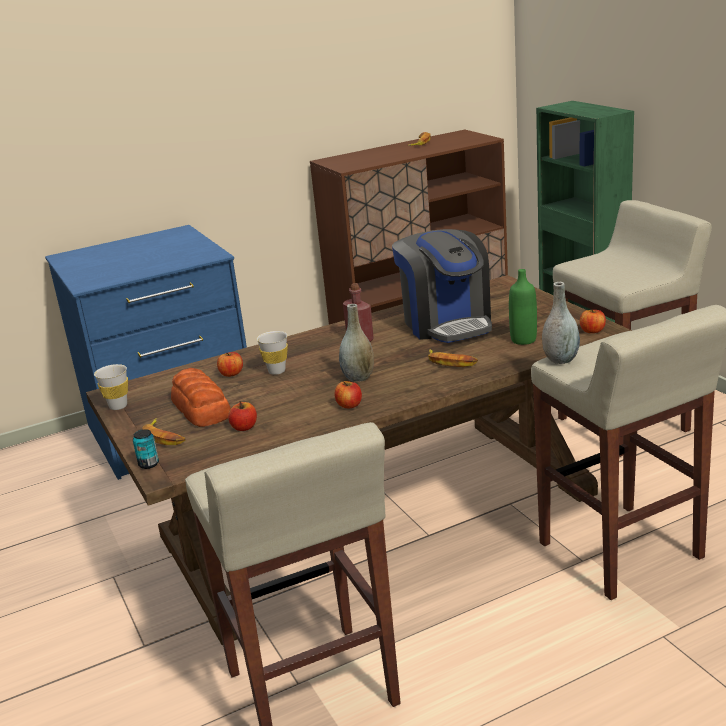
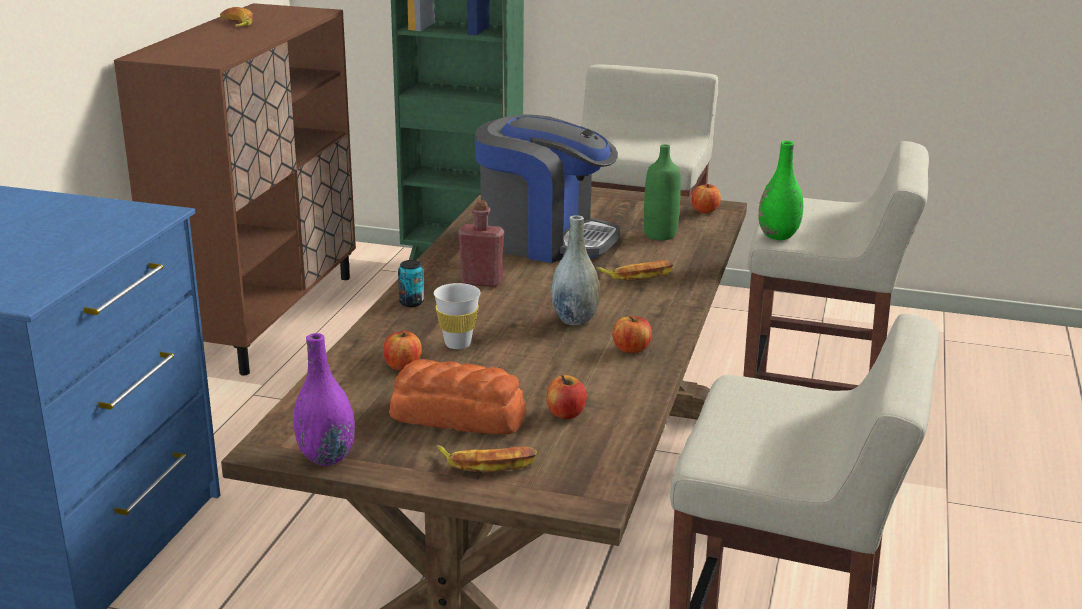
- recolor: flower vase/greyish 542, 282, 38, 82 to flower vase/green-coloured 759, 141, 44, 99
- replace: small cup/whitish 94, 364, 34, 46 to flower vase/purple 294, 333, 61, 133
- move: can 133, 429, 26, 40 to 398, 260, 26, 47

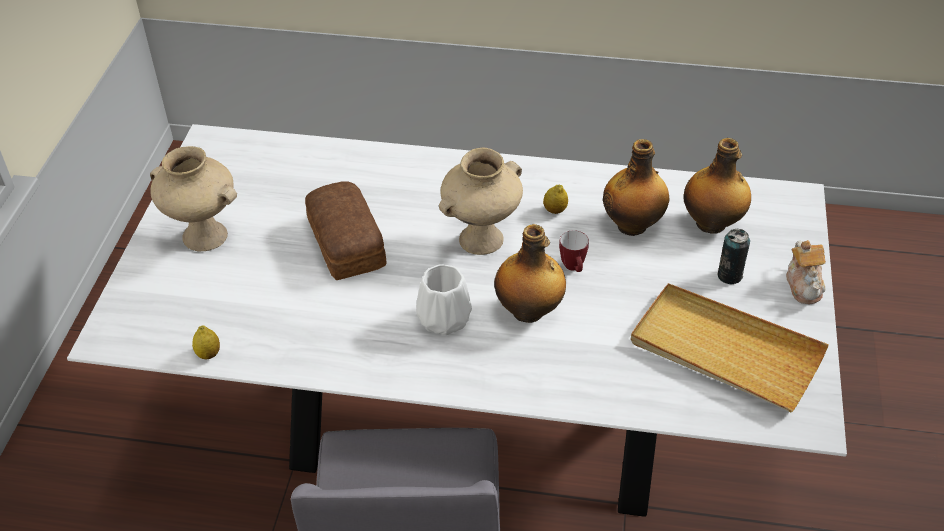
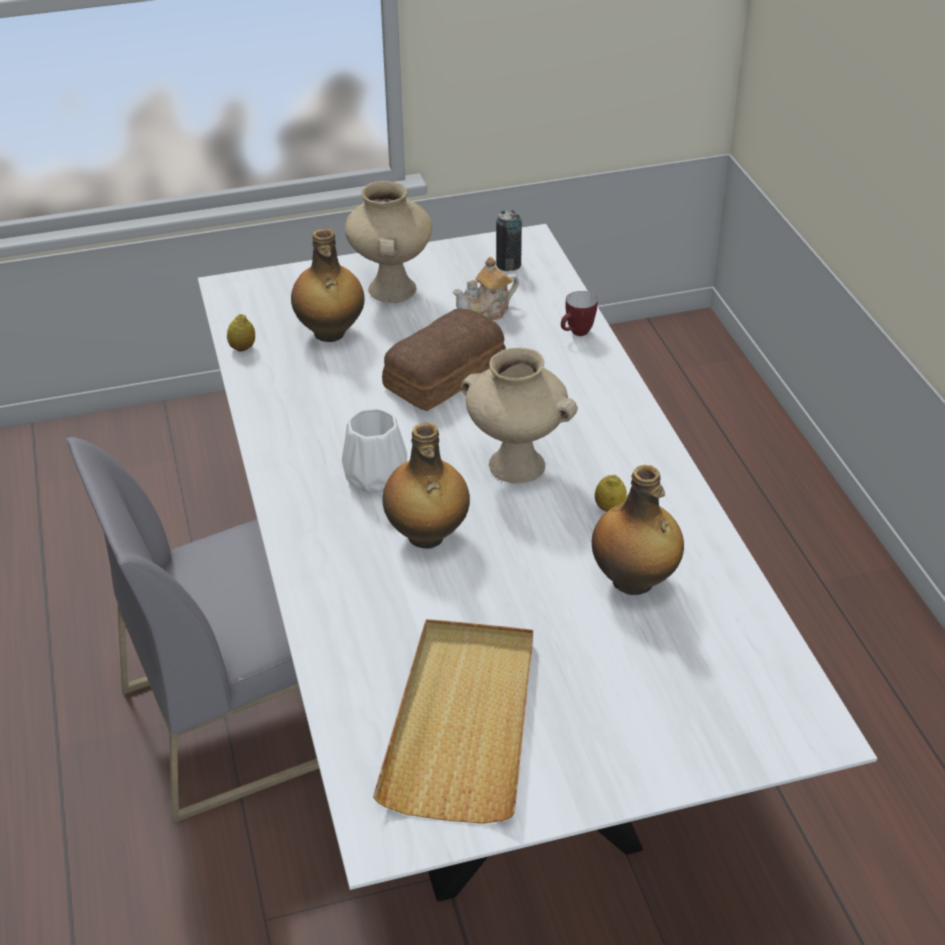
- move: bottle 683, 138, 68, 96 to 291, 229, 74, 113
- move: can 718, 229, 32, 56 to 496, 210, 26, 61
- move: tea mug 559, 230, 30, 42 to 561, 291, 36, 45
- move: pot for tea 786, 240, 40, 64 to 452, 257, 67, 63

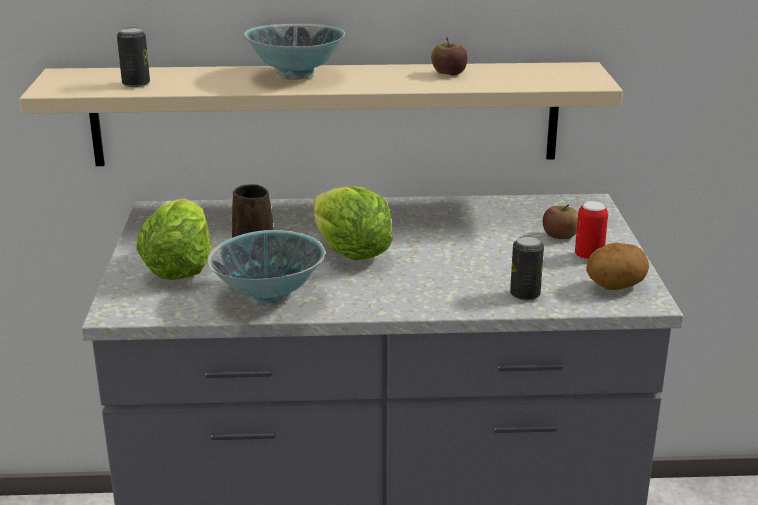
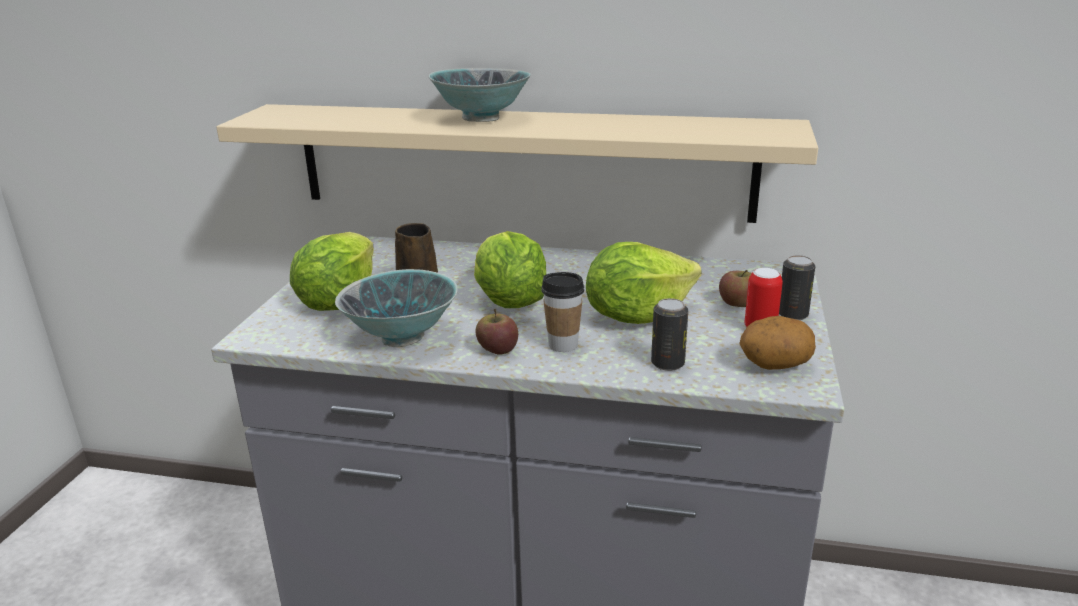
- move: can 117, 27, 33, 60 to 779, 255, 36, 65
- move: whole apple 431, 38, 37, 37 to 475, 309, 43, 46
- insert: head of lettuce 586, 242, 115, 82
- insert: small cup 541, 272, 43, 80

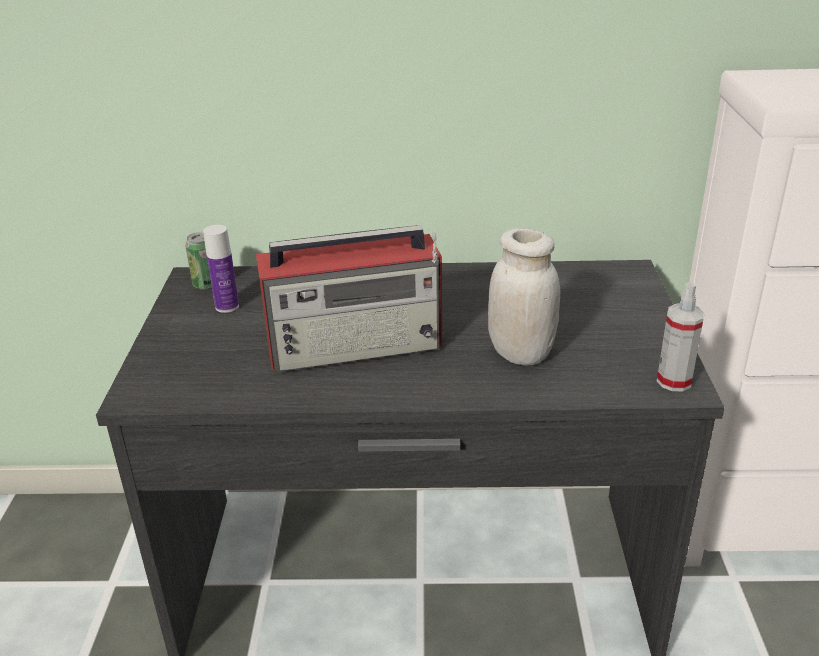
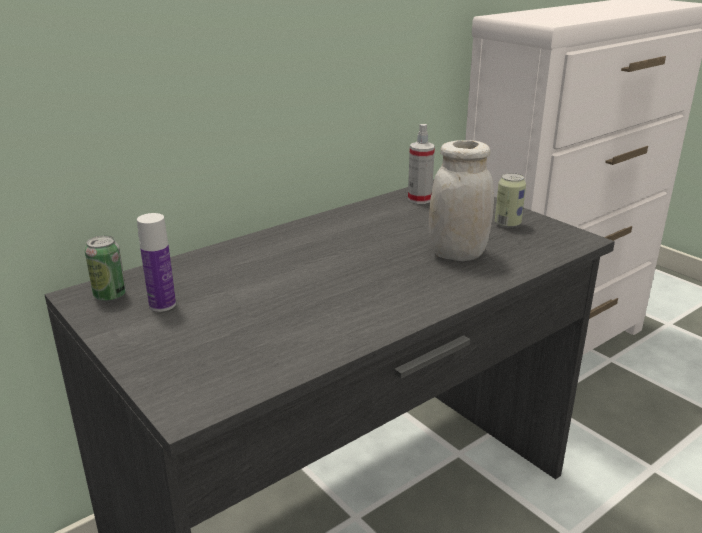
- delete: radio receiver 256, 225, 186, 147
- move: spray bottle 657, 283, 48, 108 to 408, 124, 27, 80
- insert: can 495, 173, 31, 55

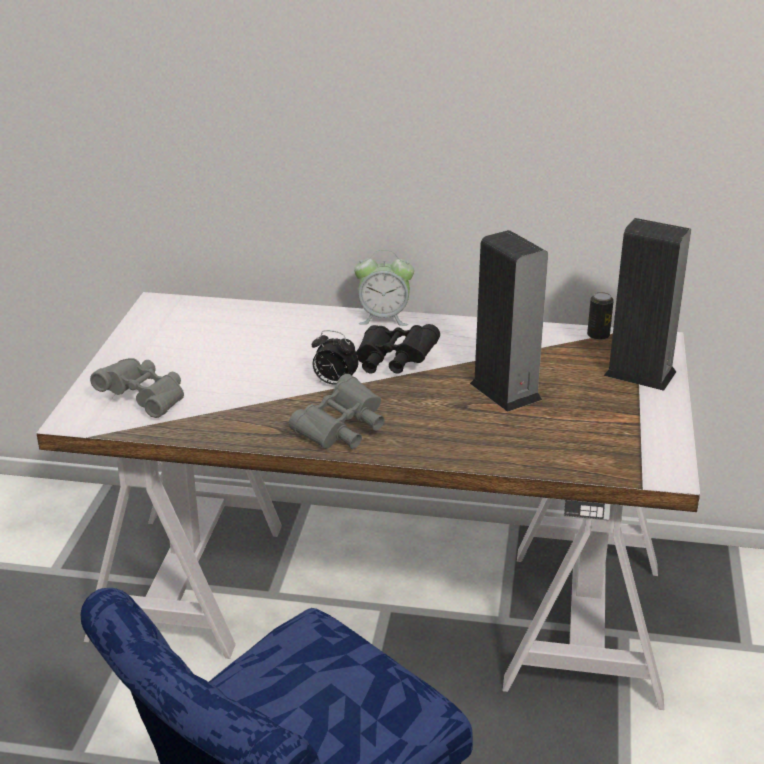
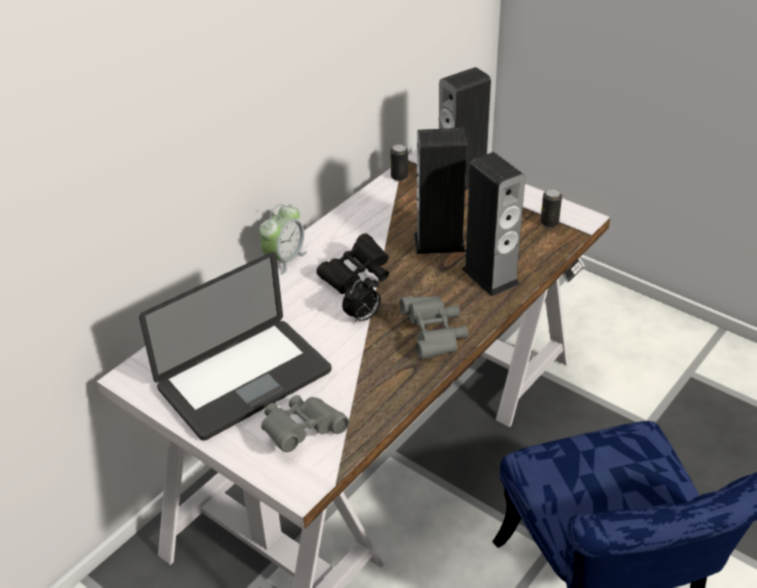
- insert: audio speaker 462, 152, 63, 144
- insert: can 541, 189, 21, 38
- insert: portable computer 139, 252, 192, 189

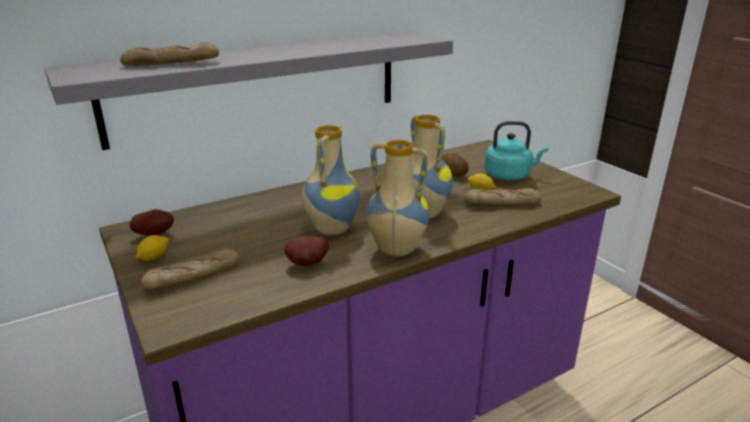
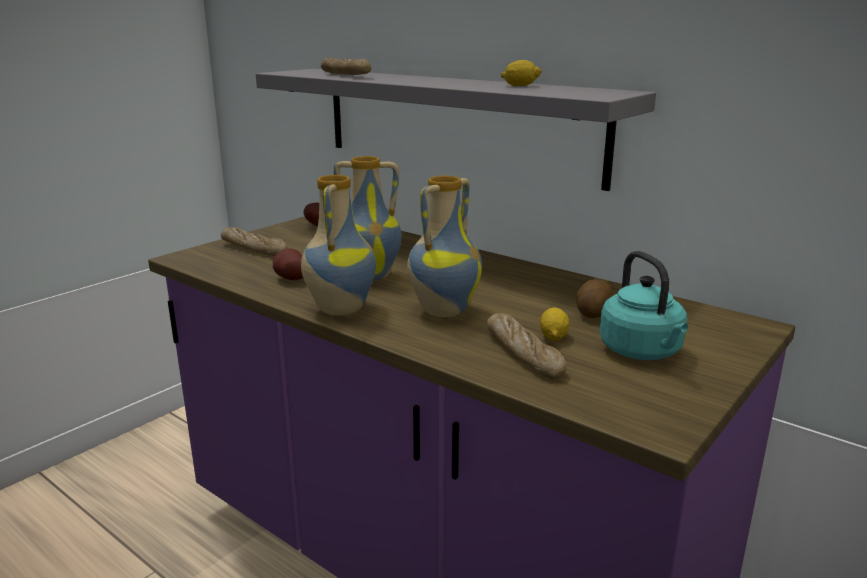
- move: citrus fruit 135, 235, 34, 26 to 500, 60, 42, 26

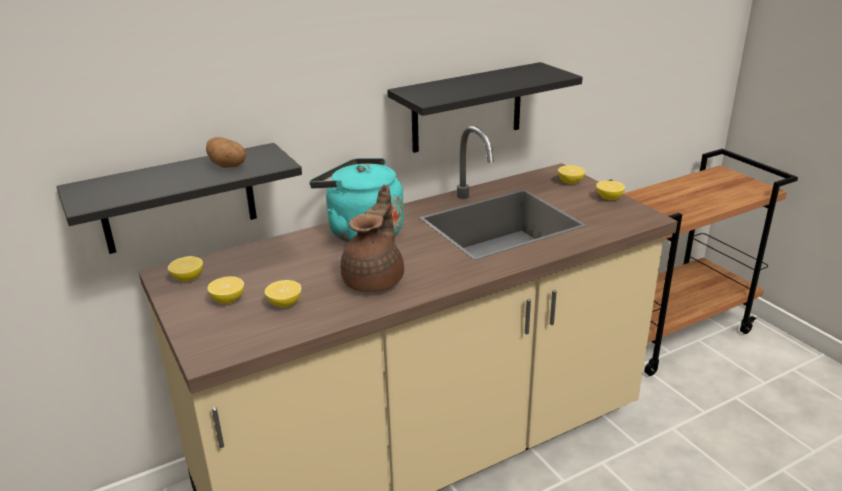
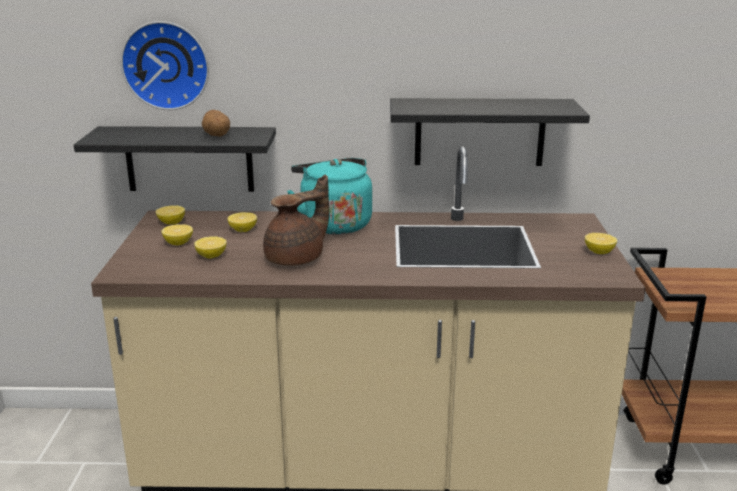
- move: citrus fruit 558, 165, 27, 19 to 227, 212, 30, 20
- insert: clock on the wall 121, 21, 88, 89

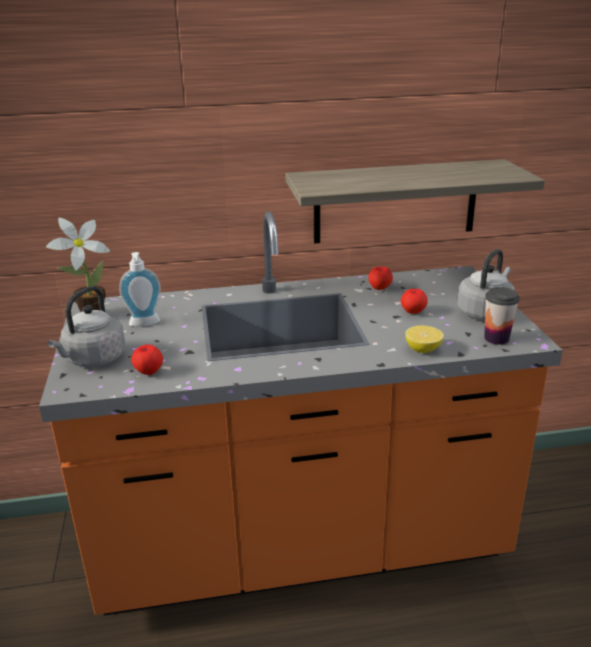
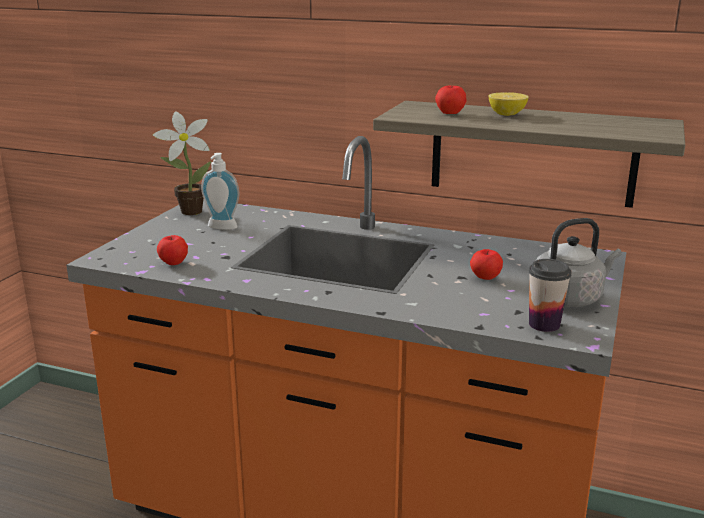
- move: whole apple 368, 266, 25, 24 to 435, 85, 31, 29
- delete: kettle/greyish 47, 286, 79, 81
- move: citrus fruit 405, 325, 39, 28 to 489, 92, 40, 24

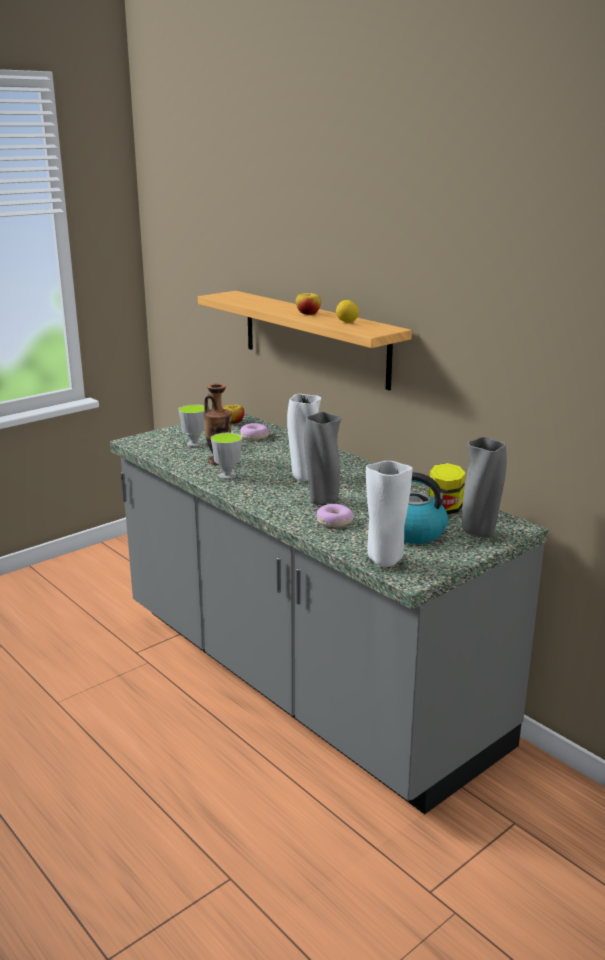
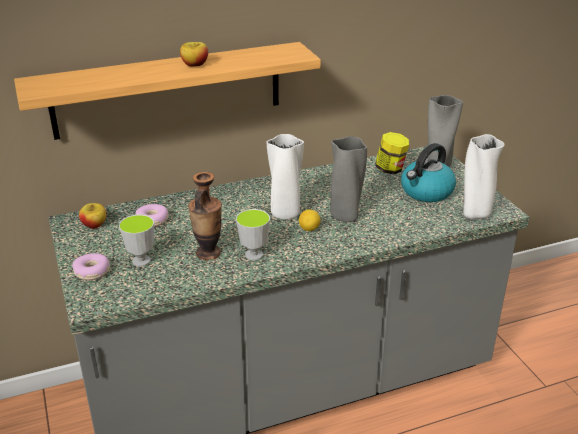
- move: citrus fruit 336, 300, 23, 22 to 299, 209, 22, 22
- move: donut 317, 504, 37, 23 to 72, 253, 38, 27

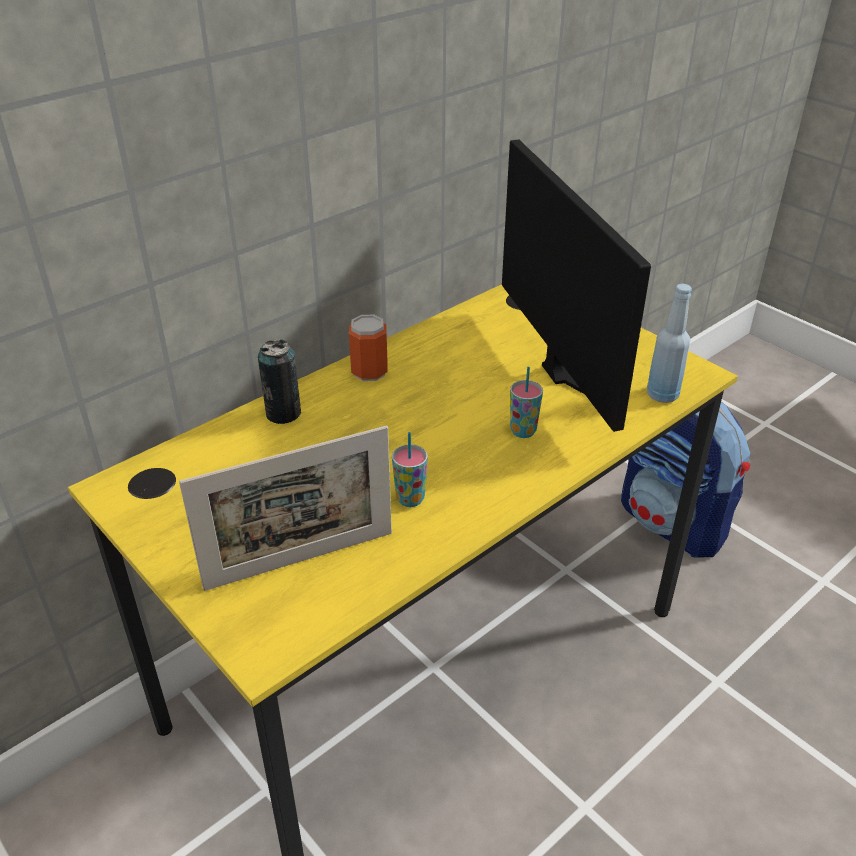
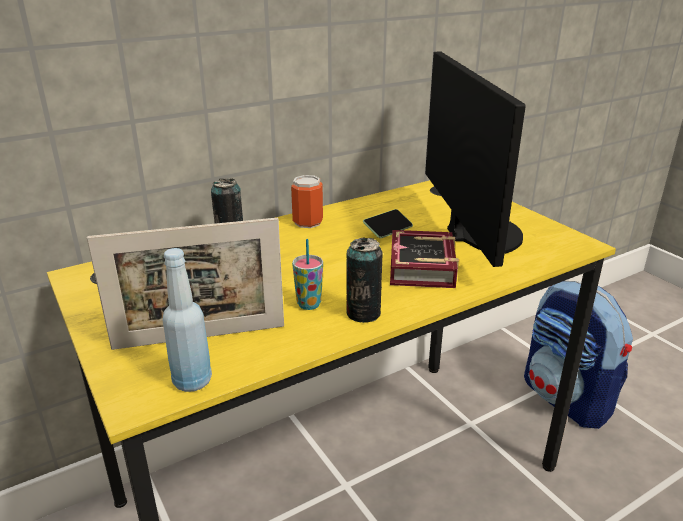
- move: bottle/bluish 647, 284, 45, 119 to 163, 248, 49, 144
- replace: small cup 510, 367, 33, 71 to book 390, 230, 69, 58
- insert: handset 363, 209, 50, 29
- insert: can 346, 238, 37, 85

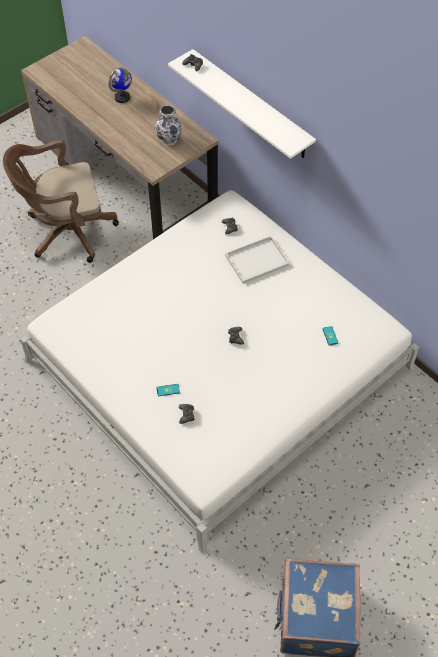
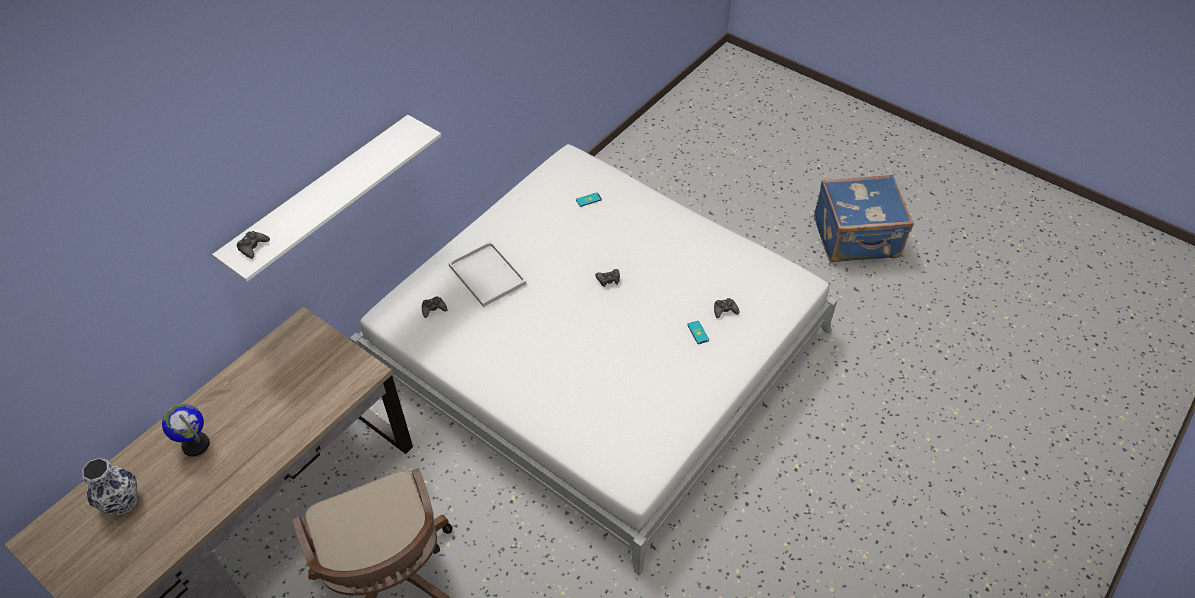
- move: flower vase 155, 105, 27, 41 to 82, 458, 56, 57

